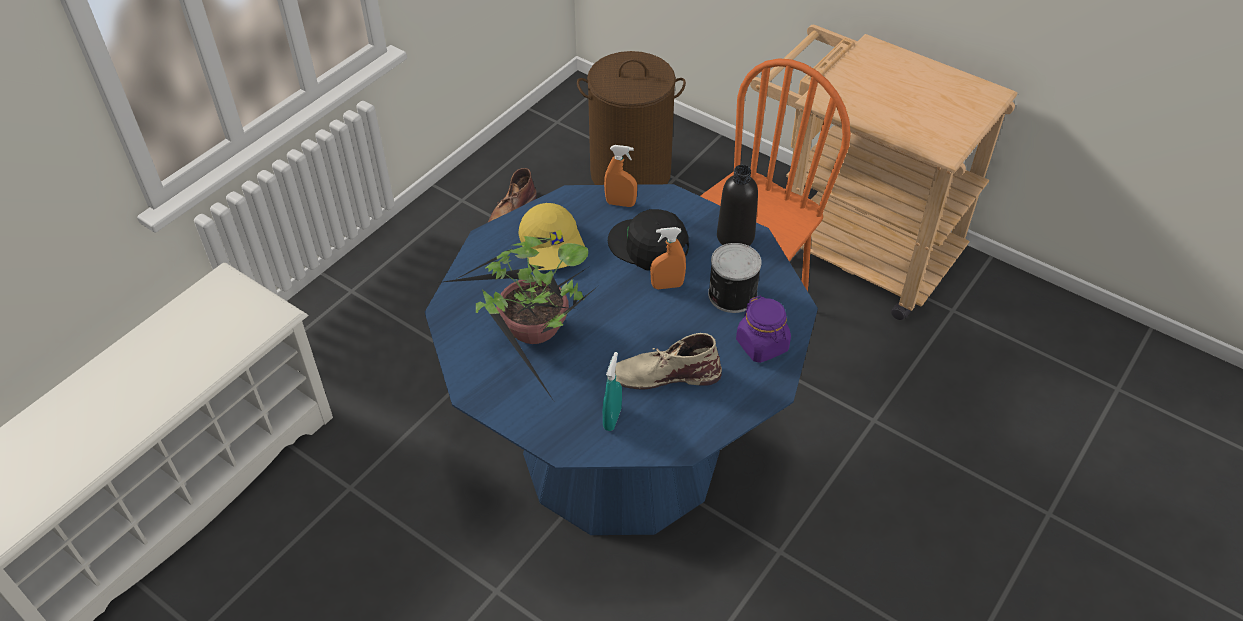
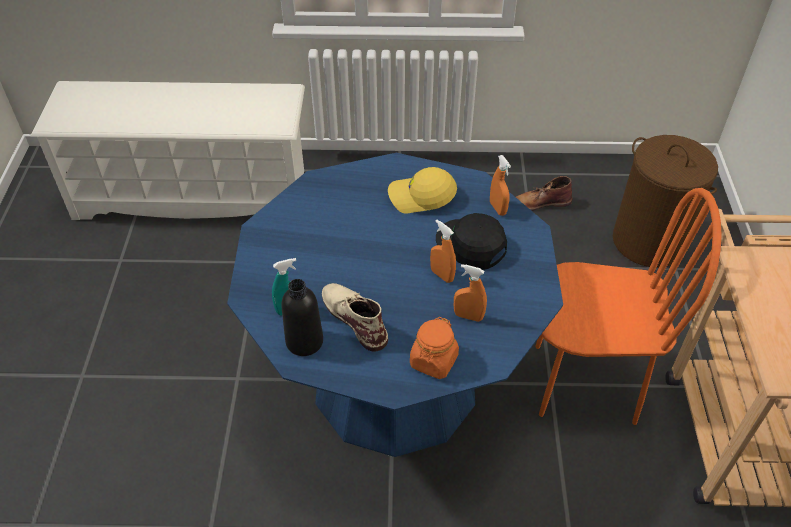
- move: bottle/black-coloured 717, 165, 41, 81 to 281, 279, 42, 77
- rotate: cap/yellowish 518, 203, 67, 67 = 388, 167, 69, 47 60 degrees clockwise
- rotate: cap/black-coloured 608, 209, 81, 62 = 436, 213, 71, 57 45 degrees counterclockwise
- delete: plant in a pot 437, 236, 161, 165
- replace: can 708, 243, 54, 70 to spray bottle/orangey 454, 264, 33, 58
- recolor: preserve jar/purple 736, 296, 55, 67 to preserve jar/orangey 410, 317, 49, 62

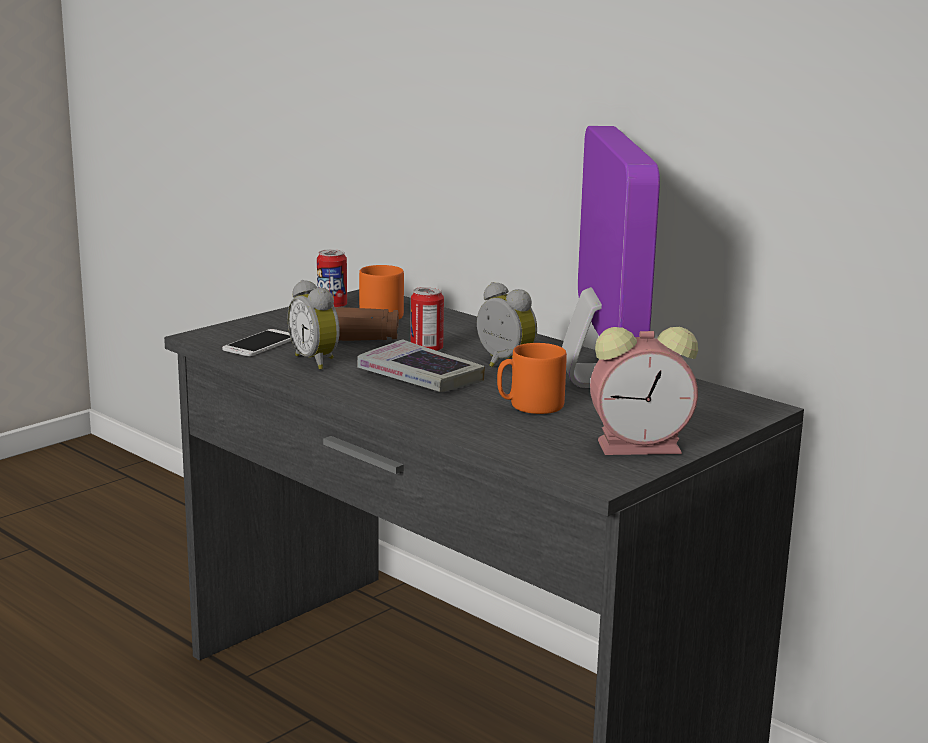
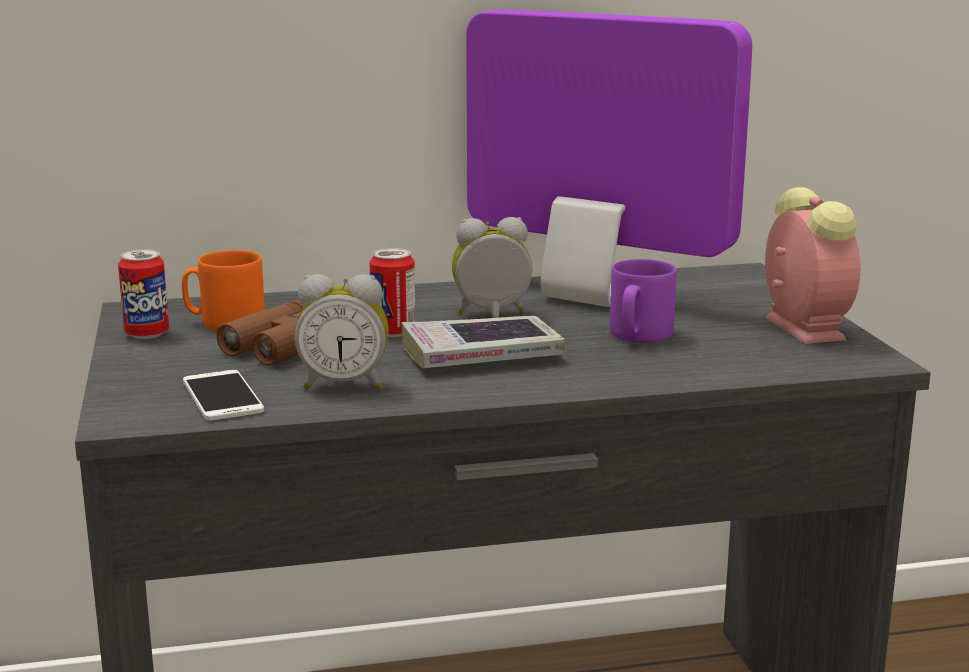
- rotate: bedside clock 590, 327, 108, 128 = 765, 187, 95, 157 45 degrees counterclockwise
- recolor: tea mug/orangey 497, 343, 70, 71 to tea mug/purple 610, 259, 67, 84

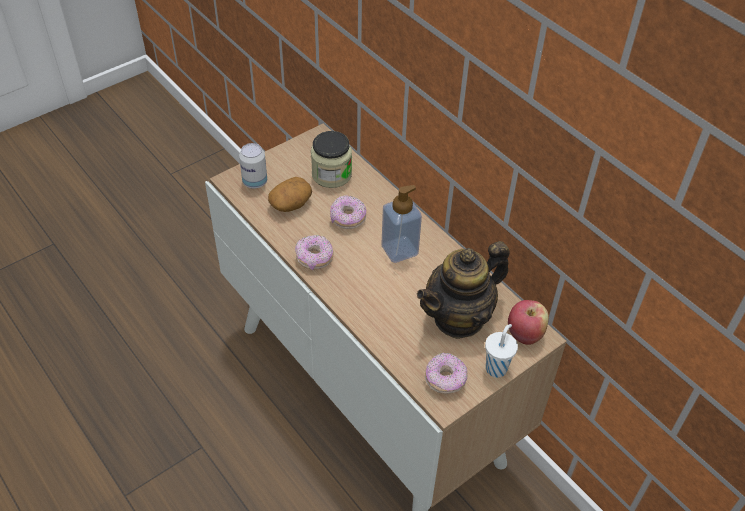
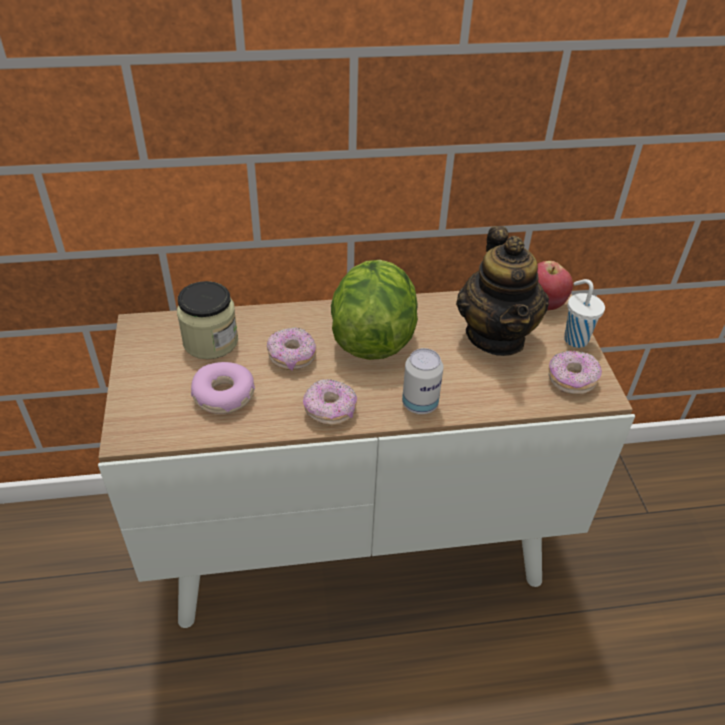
- move: can 239, 143, 28, 46 to 402, 348, 41, 66
- replace: potato 268, 177, 44, 35 to donut 191, 362, 64, 52
- replace: liquid soap bottle 381, 185, 41, 78 to head of lettuce 331, 260, 87, 100

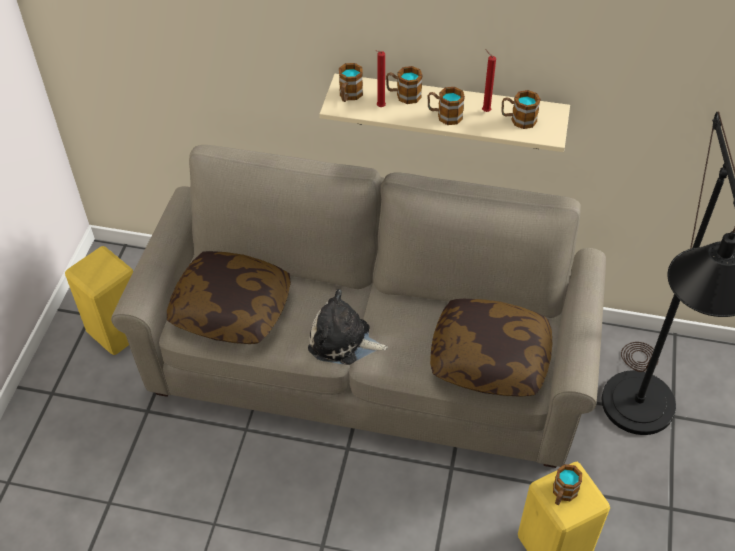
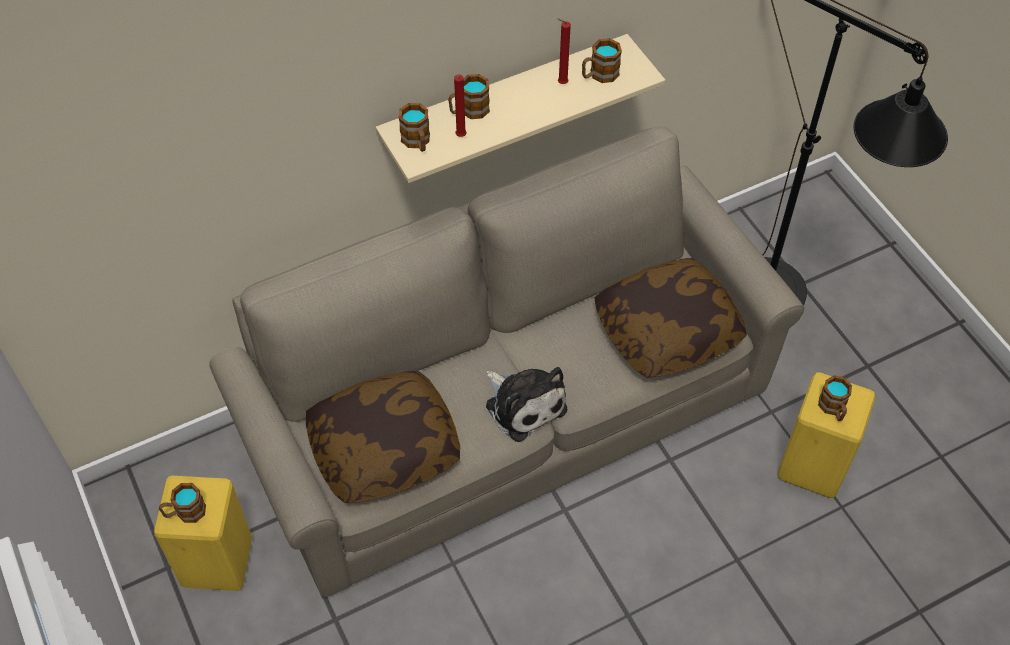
- move: tea mug 427, 87, 38, 38 to 159, 483, 47, 40
- rotate: plush toy 308, 289, 80, 76 = 486, 367, 81, 75 105 degrees counterclockwise

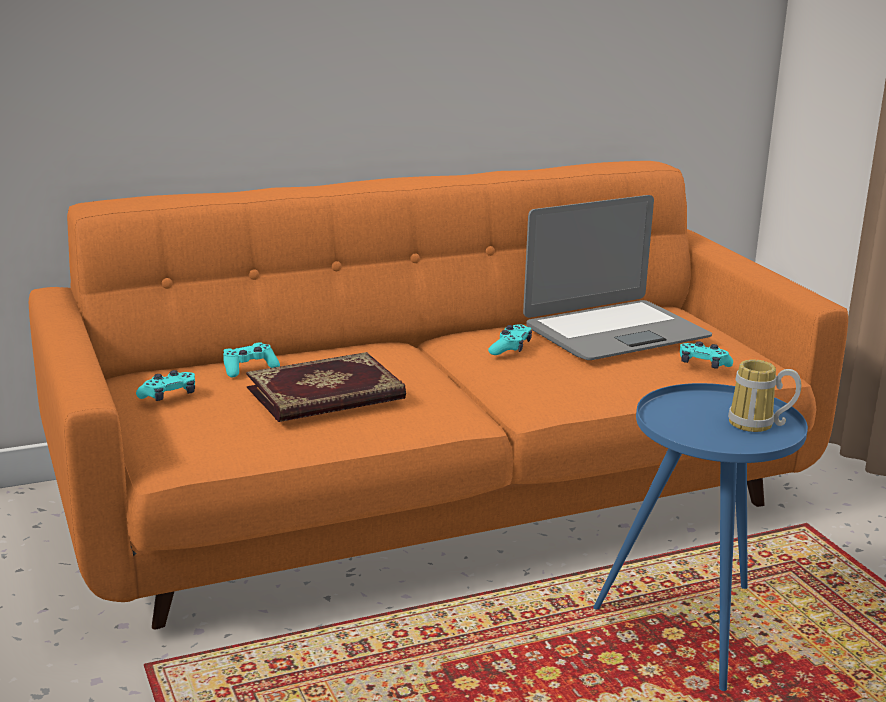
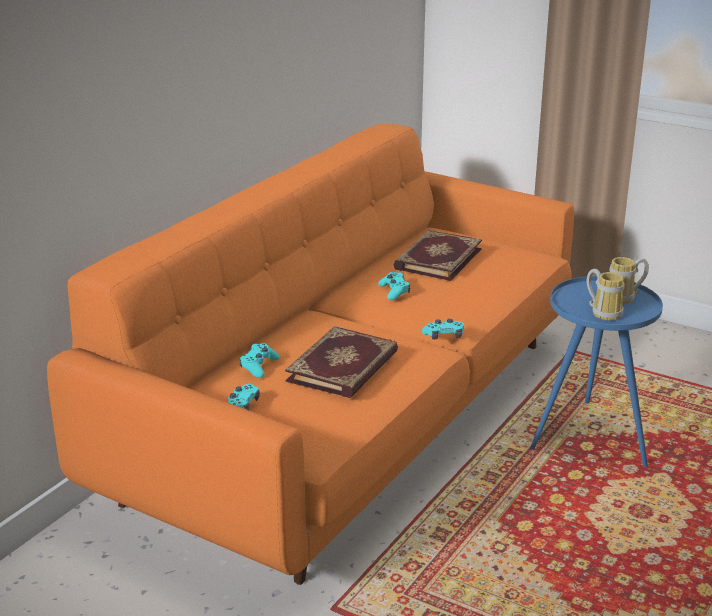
- replace: portable computer 523, 195, 189, 165 to book 394, 230, 88, 51
- move: joypad/blue-green 680, 341, 53, 28 to 422, 319, 42, 20
- insert: tea mug 587, 269, 37, 52

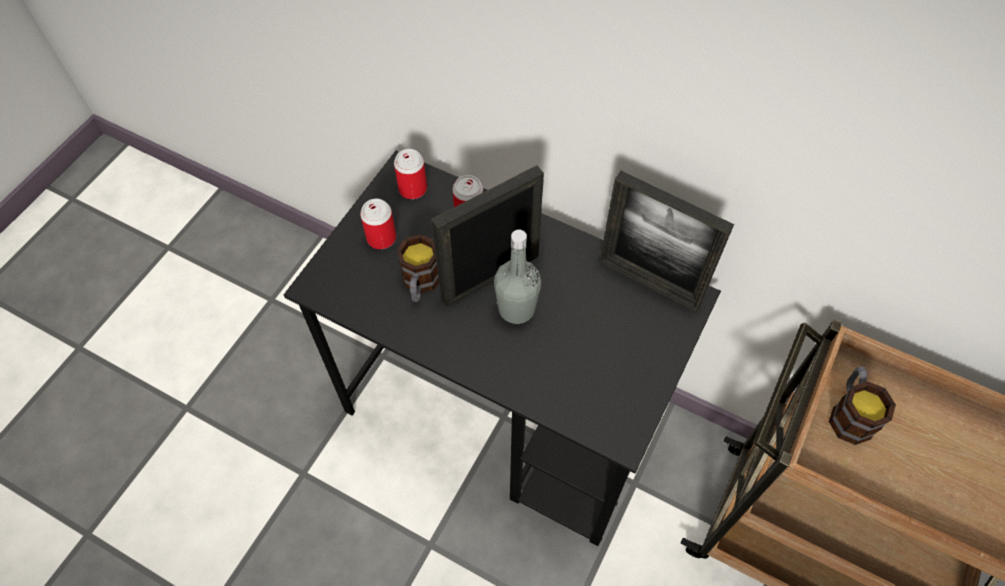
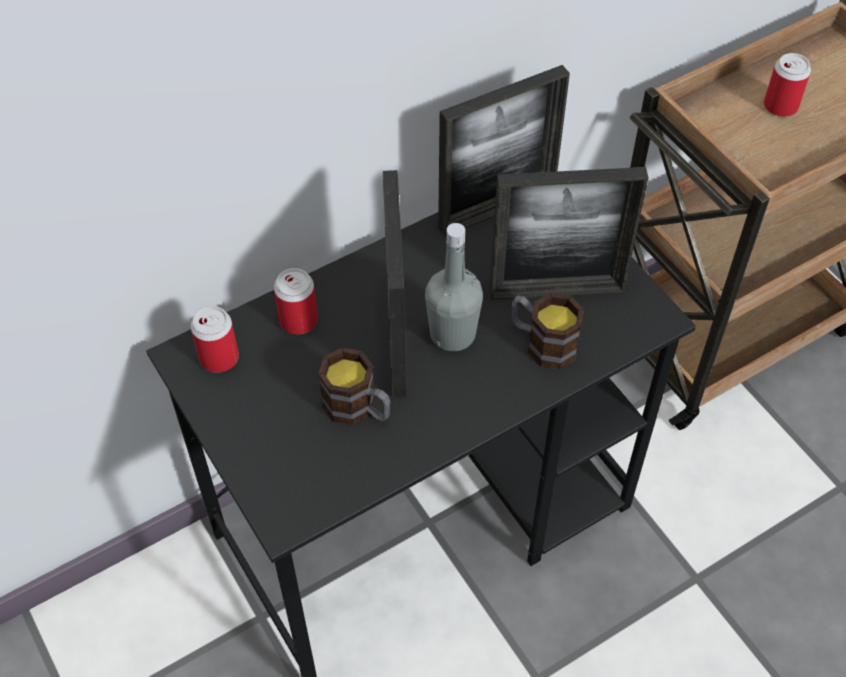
- move: can 360, 199, 36, 50 to 764, 53, 47, 64
- move: tea mug 829, 367, 67, 78 to 512, 293, 72, 76
- insert: photo frame 490, 167, 158, 133

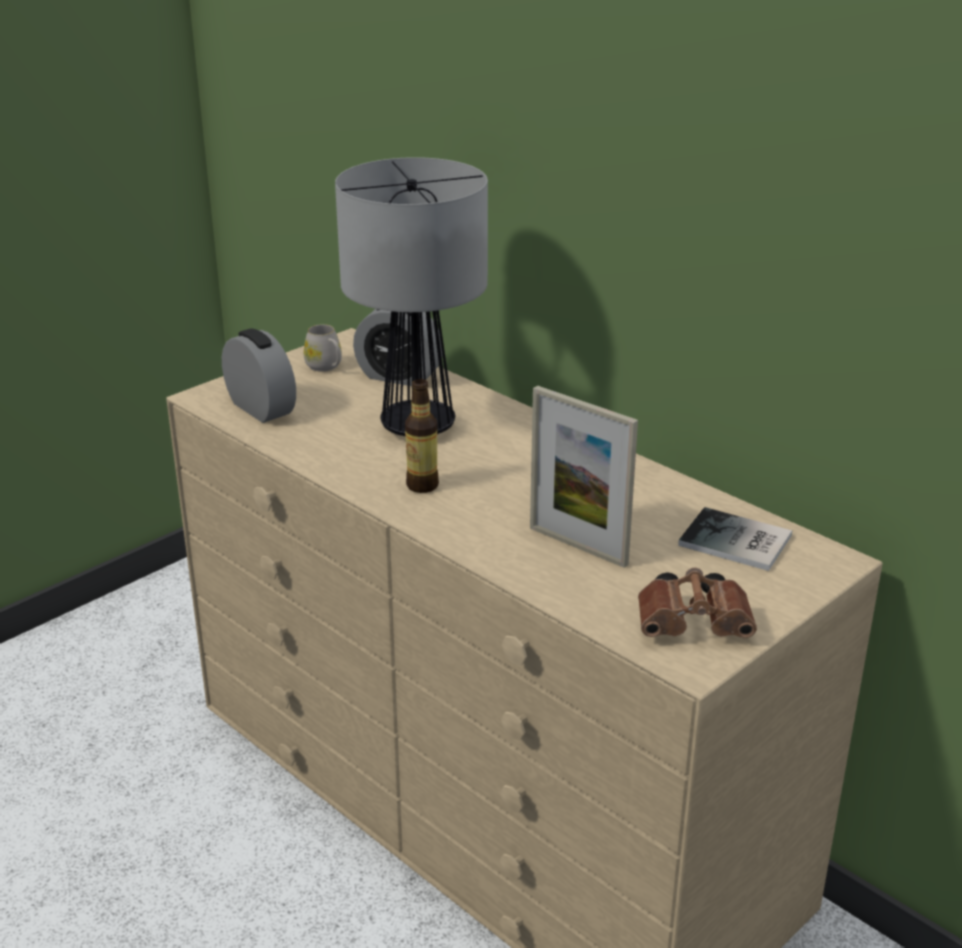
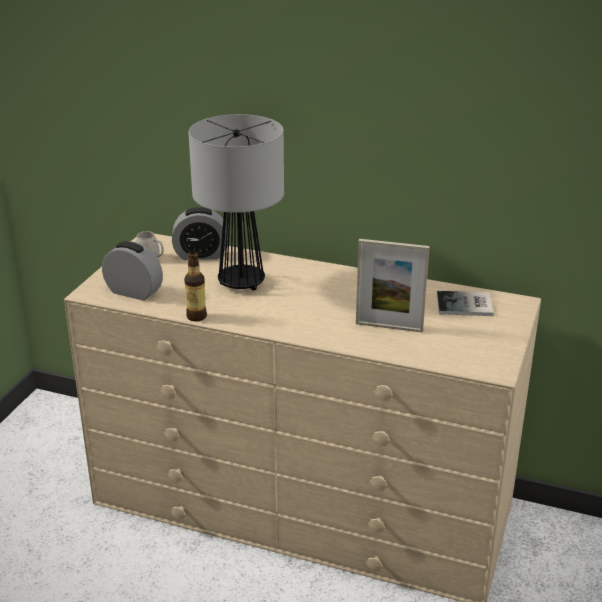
- move: bottle 405, 379, 34, 114 to 184, 251, 23, 70
- delete: binoculars/brownish 638, 568, 119, 70

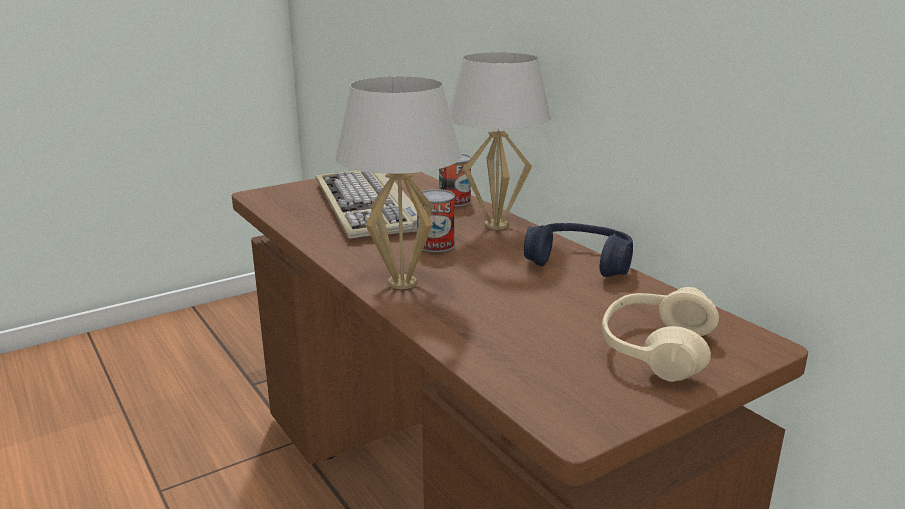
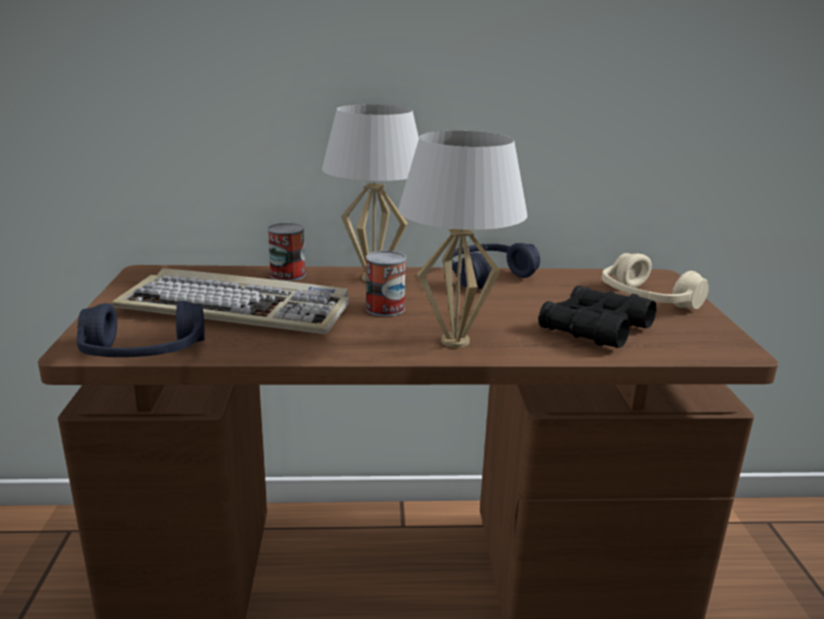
- insert: binoculars/black-coloured 538, 285, 118, 63
- insert: headphones/bluish 77, 301, 128, 56

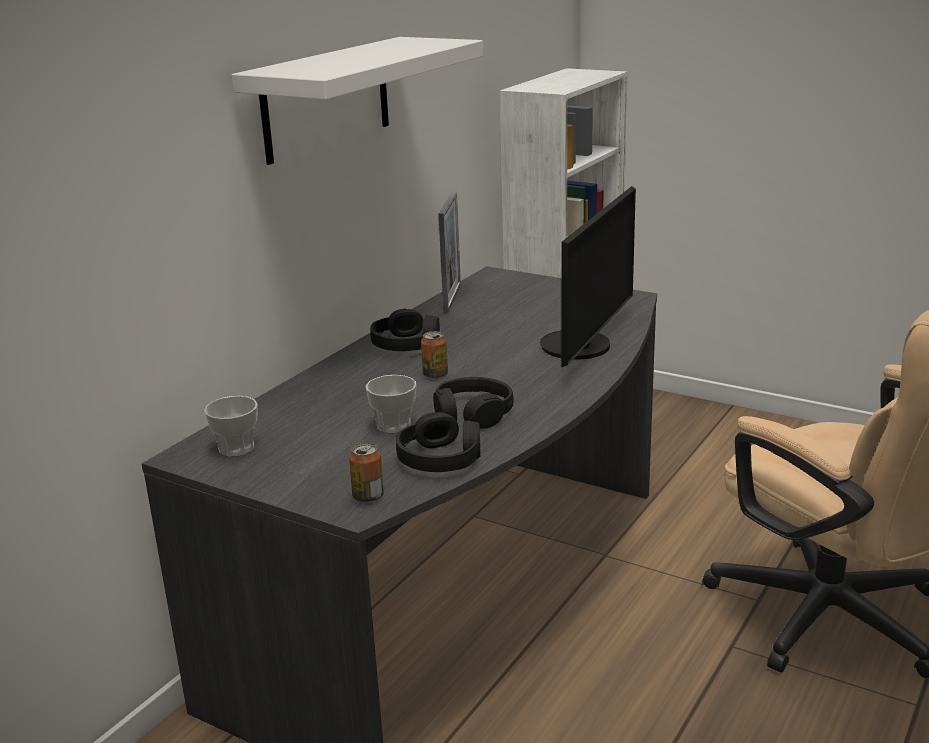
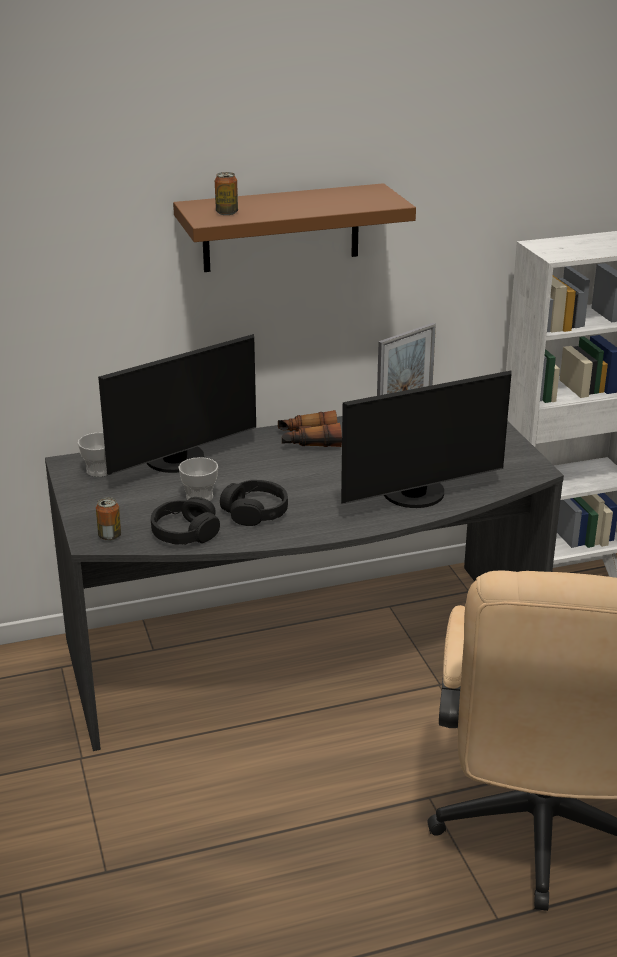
- recolor: bracket shelf/whitish 231, 37, 252, 128 to bracket shelf/brownish 173, 183, 243, 89
- replace: headphones/black-coloured 370, 309, 70, 42 to binoculars 278, 410, 64, 37
- move: can 421, 331, 27, 48 to 215, 172, 23, 43
- insert: computer display 98, 334, 158, 141

